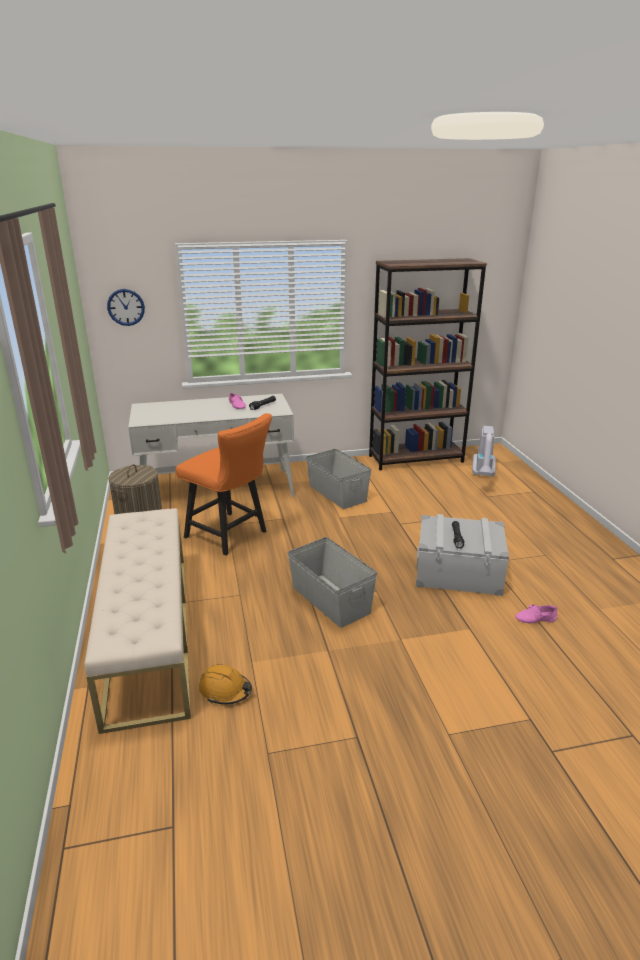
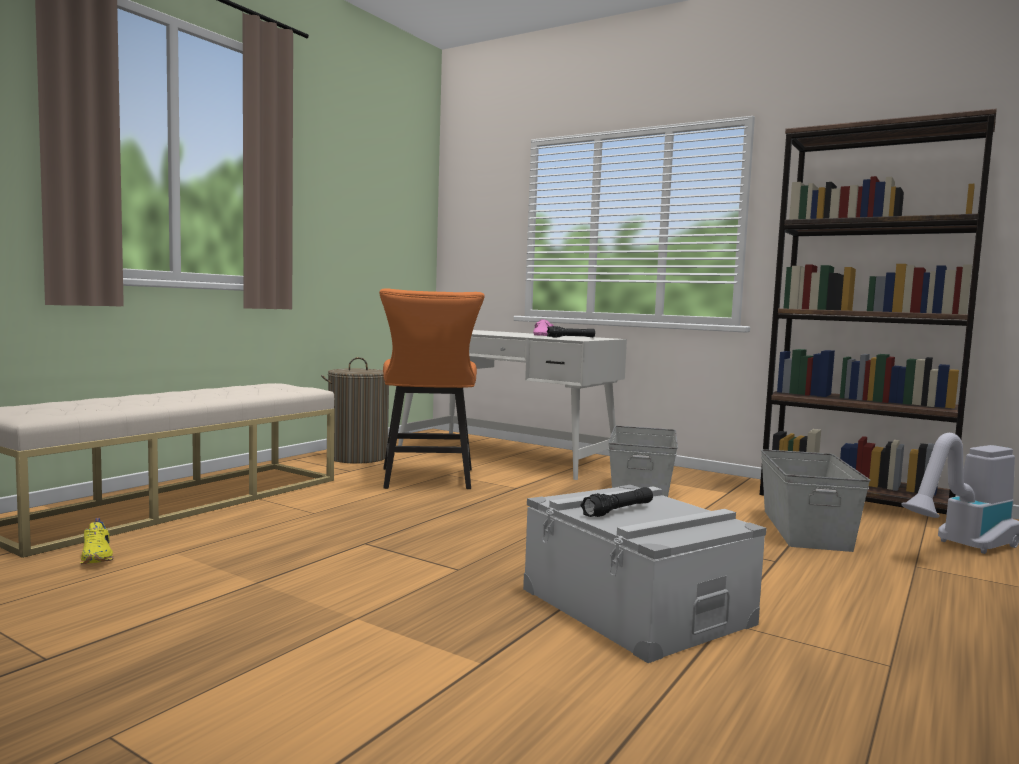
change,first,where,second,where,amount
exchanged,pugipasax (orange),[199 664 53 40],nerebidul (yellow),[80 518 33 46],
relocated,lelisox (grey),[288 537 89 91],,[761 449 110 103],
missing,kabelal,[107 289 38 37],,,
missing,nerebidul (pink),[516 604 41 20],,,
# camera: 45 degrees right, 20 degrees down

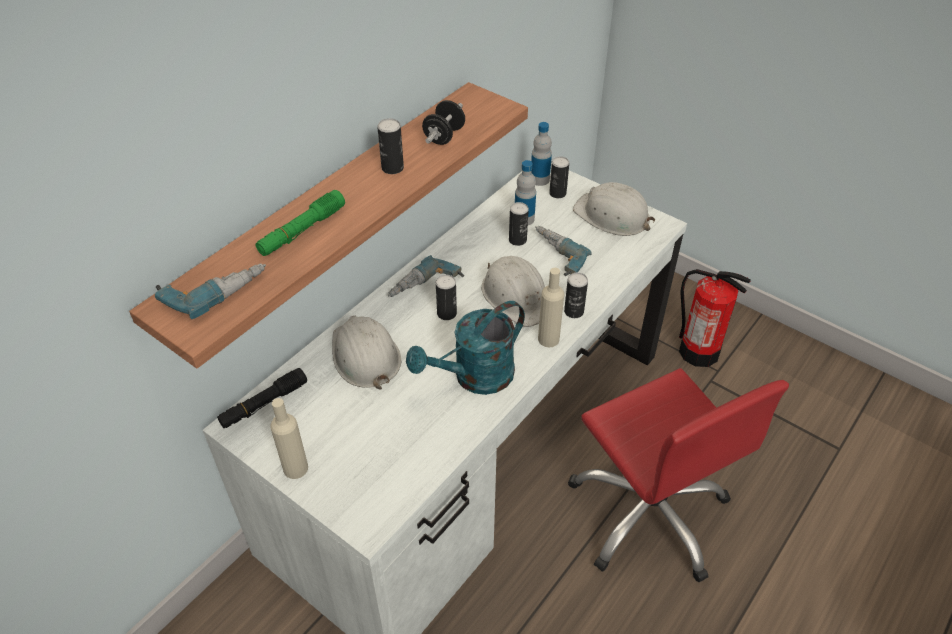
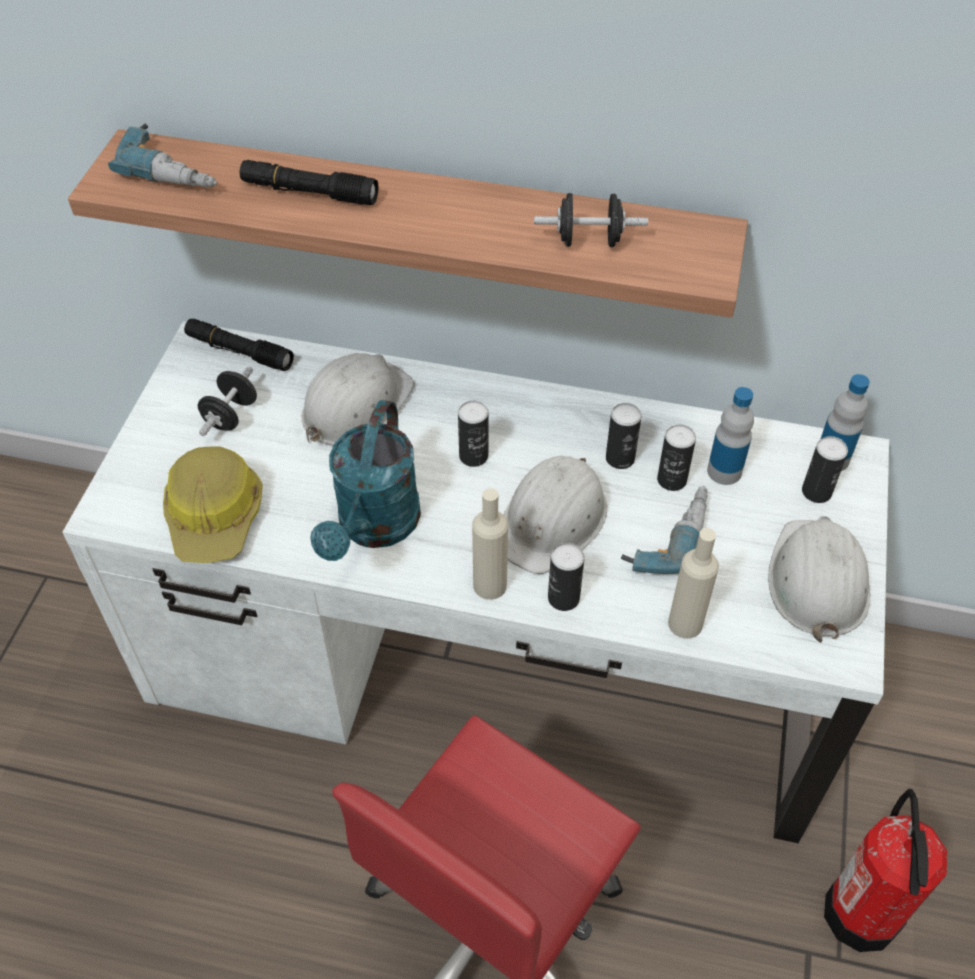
change,first,where,second,where,amount
appeared,,,pugipasax,[163 447 100 116],
appeared,,,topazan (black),[198 367 59 69],
colour,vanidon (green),[256 190 89 66],vanidon (black),[240 160 138 45],
spun,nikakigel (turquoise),[406 301 119 94],,[310 400 111 161],105 degrees counterclockwise
relocated,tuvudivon,[377 118 27 56],,[606 403 36 66],
relocated,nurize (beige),[270 398 38 81],,[668 528 51 111],
missing,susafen,[388 255 76 42],,,
# camera: 65 degrees right, 5 degrees up

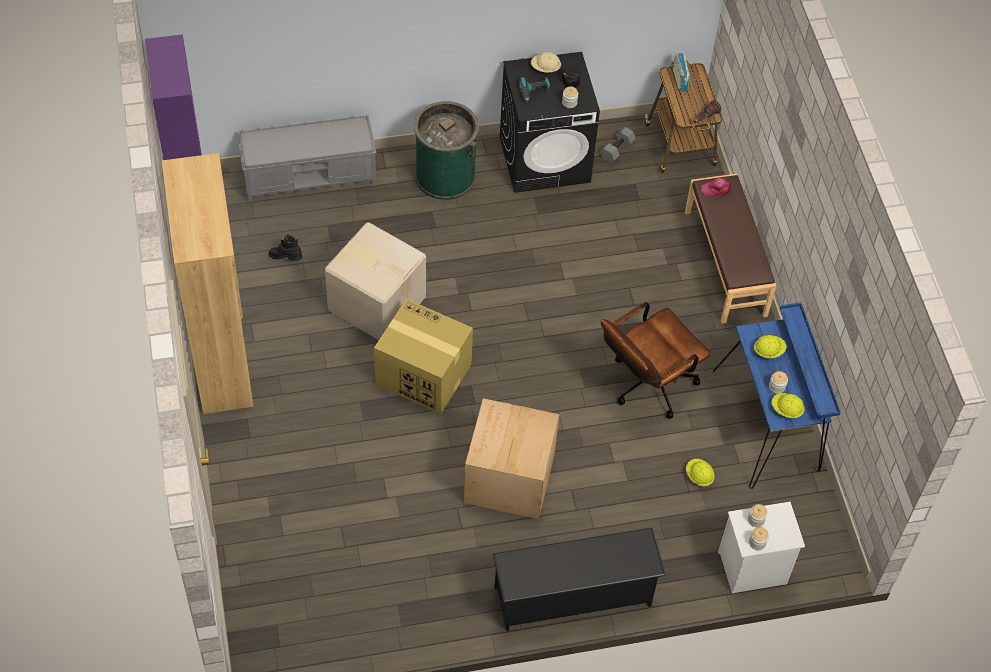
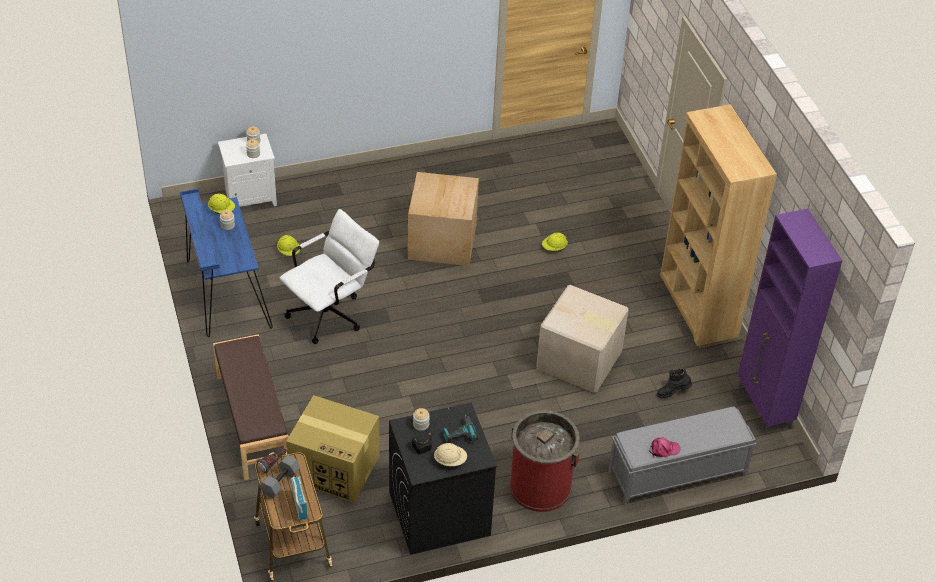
change,first,where,second,where,amount
relocated,topazan (grey),[600 127 36 37],,[259 455 41 44],
colour,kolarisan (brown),[601 302 110 117],kolarisan (white),[280 209 99 135],
relocated,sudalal,[374 299 99 115],,[286 395 94 108],
colour,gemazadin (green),[414 101 65 99],gemazadin (red),[509 410 71 102],
relocated,pugipasax (yellow),[754 335 32 24],,[542 233 26 19],
relocated,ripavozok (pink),[701 178 31 19],,[649 437 32 20],
spun,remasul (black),[268 234 34 27],,[657 369 35 29],150 degrees clockwise
missing,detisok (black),[493 528 172 103],,,
# camera: 175 degrees right, 10 degrees down

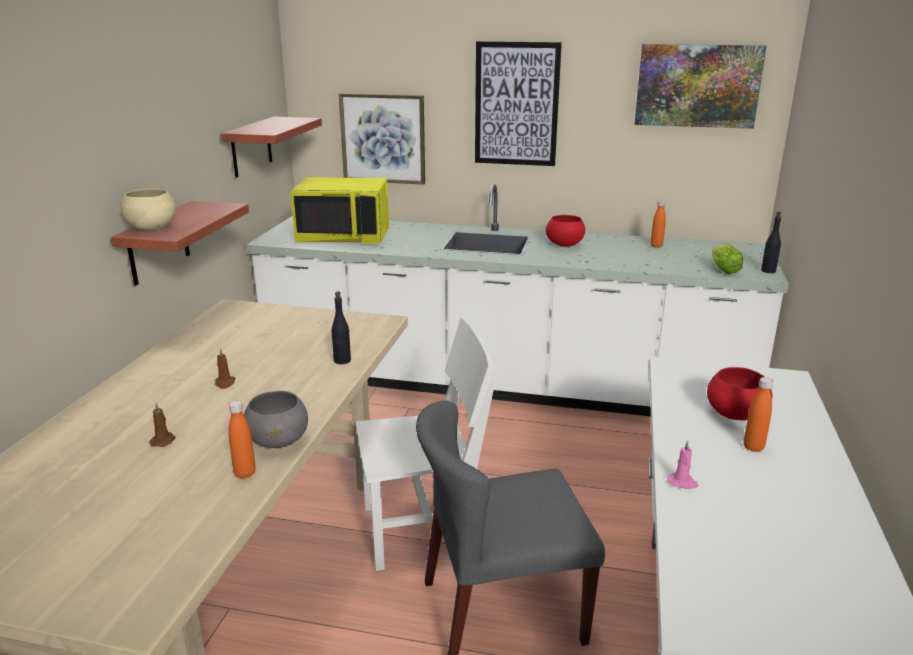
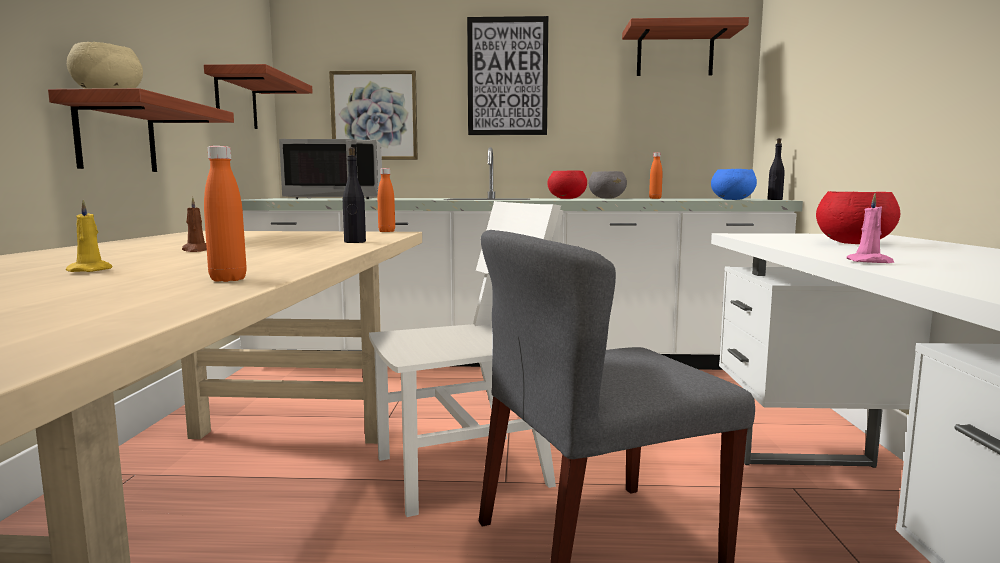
change,first,where,second,where,amount
colour,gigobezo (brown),[149 403 27 44],gigobezo (yellow),[66 200 47 72],
colour,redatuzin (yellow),[290 177 99 67],redatuzin (grey),[279 139 103 60],
relocated,nurize (orange),[744 377 29 75],,[378 168 17 64],
relocated,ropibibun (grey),[244 391 64 57],,[589 171 38 28],
exchanged,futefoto,[635 44 132 85],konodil,[622 17 127 59],
exchanged,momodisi,[712 244 31 30],ropibibun (blue),[711 169 46 31],
# camera: 10 degrees left, 15 degrees down

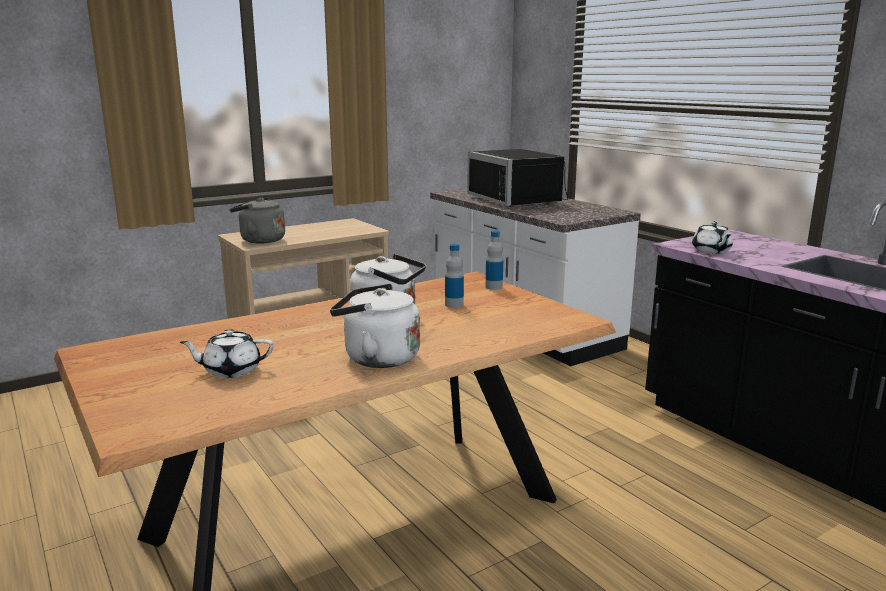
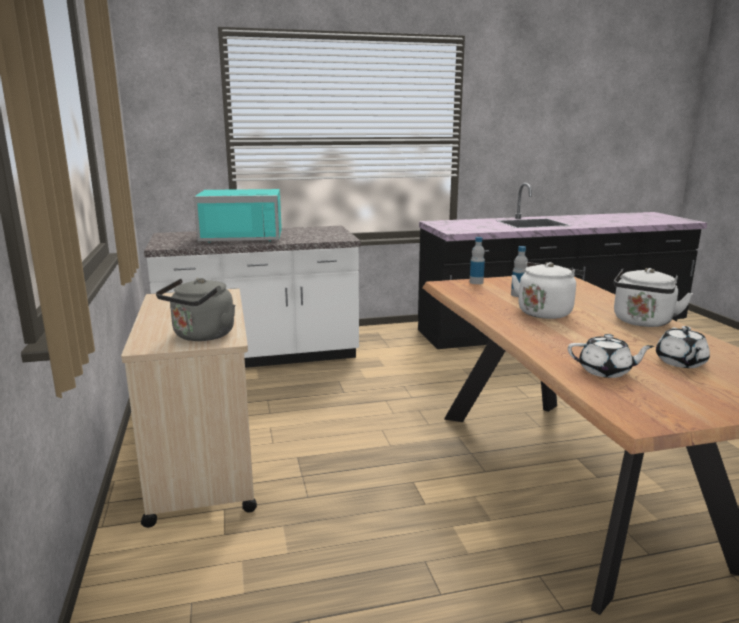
change,first,where,second,where,amount
colour,redatuzin (black),[467 149 101 58],redatuzin (turquoise),[194 189 88 54],
relocated,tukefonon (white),[692 221 41 33],,[568 334 86 44],
# camera: 70 degrees left, 0 degrees up

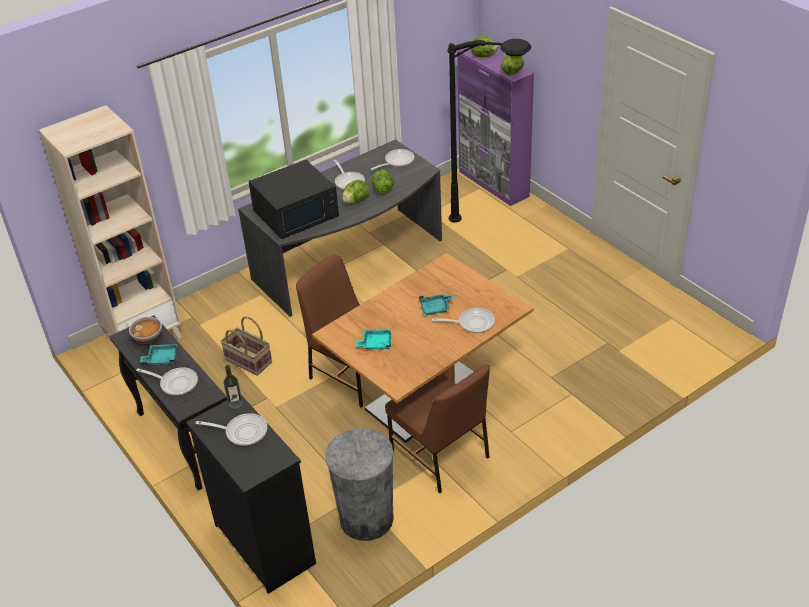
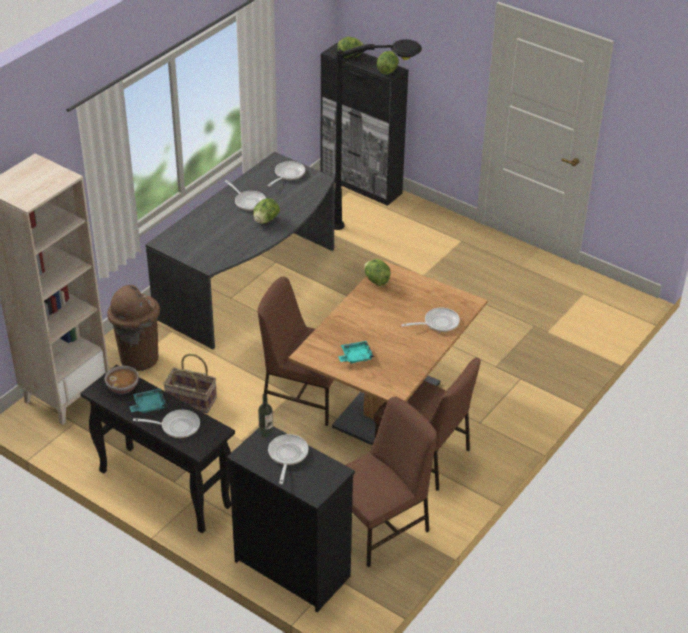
change,first,where,second,where,amount
appeared,,,gemazadin (brown),[107 285 53 86],
spun,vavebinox,[195 413 72 33],,[268 434 40 50],75 degrees counterclockwise
colour,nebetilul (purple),[457 47 77 159],nebetilul (black),[320 43 88 163],
exchanged,gemazadin (grey),[325 428 69 113],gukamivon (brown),[346 397 91 170],
relocated,momodisi,[372 170 22 24],,[364 259 27 27],
missing,redatuzin (black),[249 160 90 79],,,
missing,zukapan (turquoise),[419 294 35 21],,,
# camera: 20 degrees left, 0 degrees up

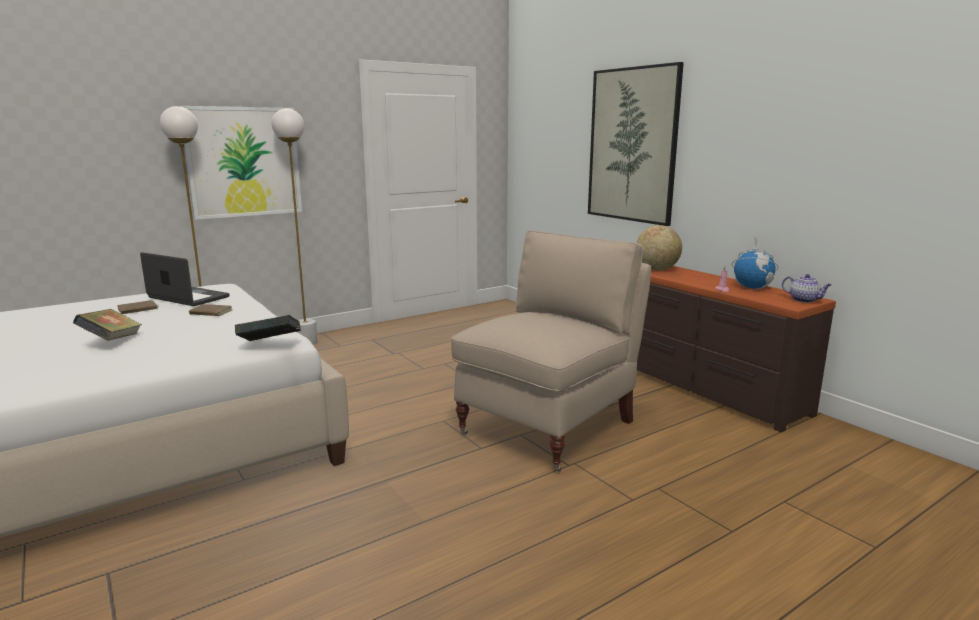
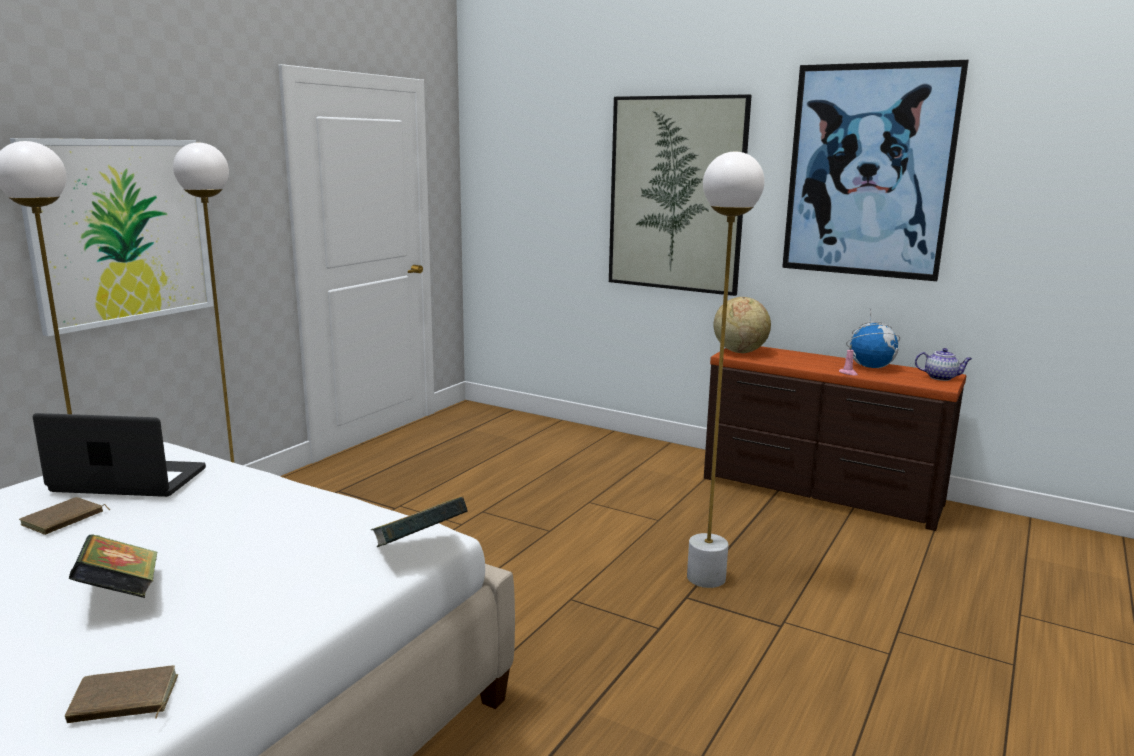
change,first,where,second,where,amount
relocated,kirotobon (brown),[189 304 43 12],,[65 665 113 58],
exchanged,gukamivon (beige),[451 230 200 242],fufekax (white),[687 151 78 437],
appeared,,,futefoto,[782 60 187 221],
# camera: 25 degrees left, 0 degrees up

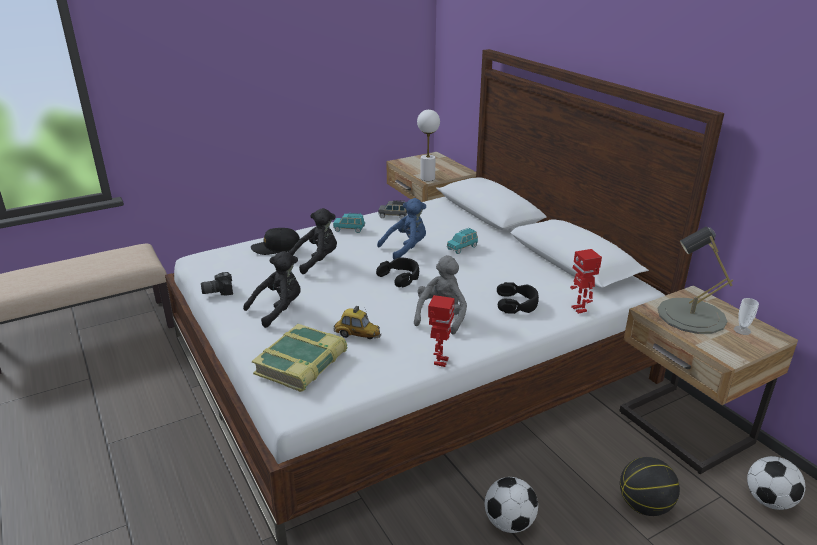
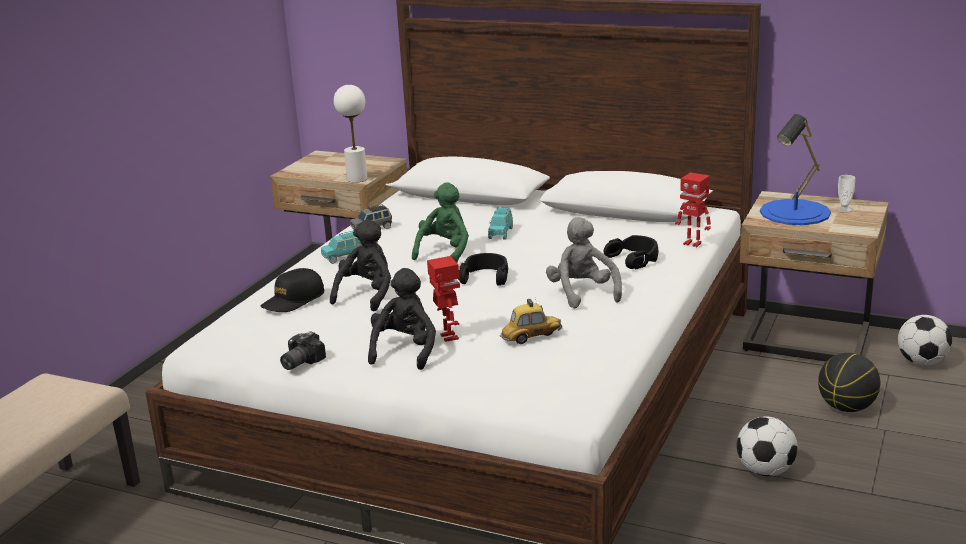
change,first,where,second,where,amount
colour,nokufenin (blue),[377 198 49 62],nokufenin (green),[412 182 57 80],
relocated,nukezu,[428 295 27 72],,[427 256 33 86],
colour,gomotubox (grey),[658 227 75 107],gomotubox (blue),[760 114 71 111],
missing,kirotobon,[252 324 96 68],,,
# camera: 35 degrees left, 5 degrees down

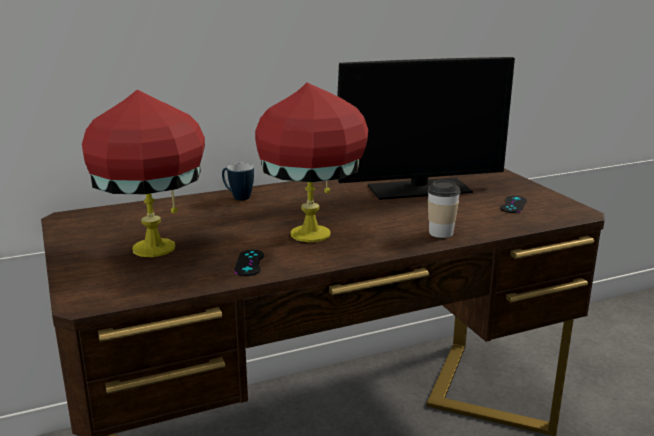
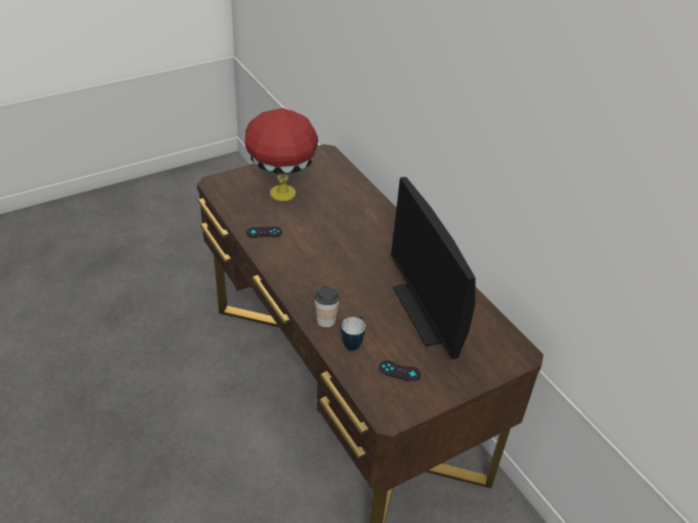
change,first,where,second,where,amount
relocated,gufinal,[222 163 32 38],,[341 316 25 35],
missing,gomotubox (red),[255 83 113 159],,,
# camera: 80 degrees right, 20 degrees up

